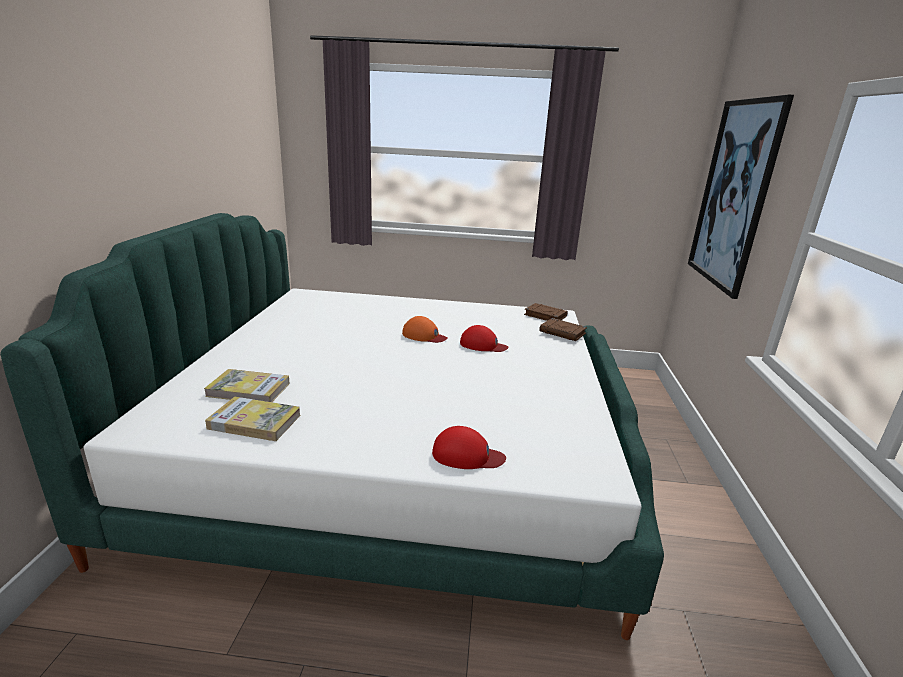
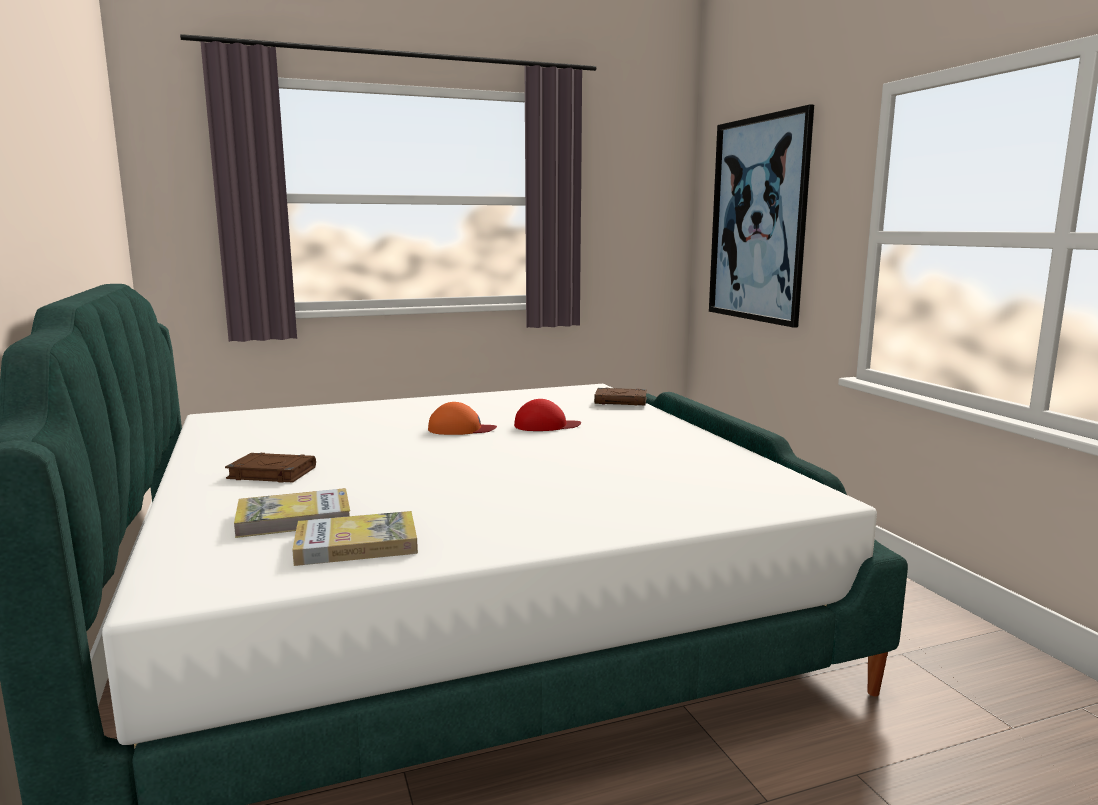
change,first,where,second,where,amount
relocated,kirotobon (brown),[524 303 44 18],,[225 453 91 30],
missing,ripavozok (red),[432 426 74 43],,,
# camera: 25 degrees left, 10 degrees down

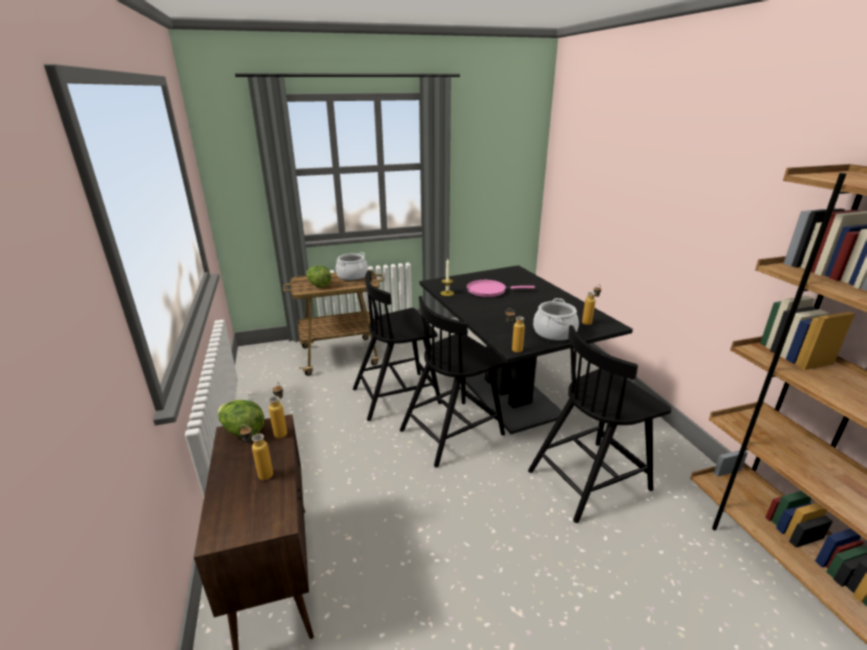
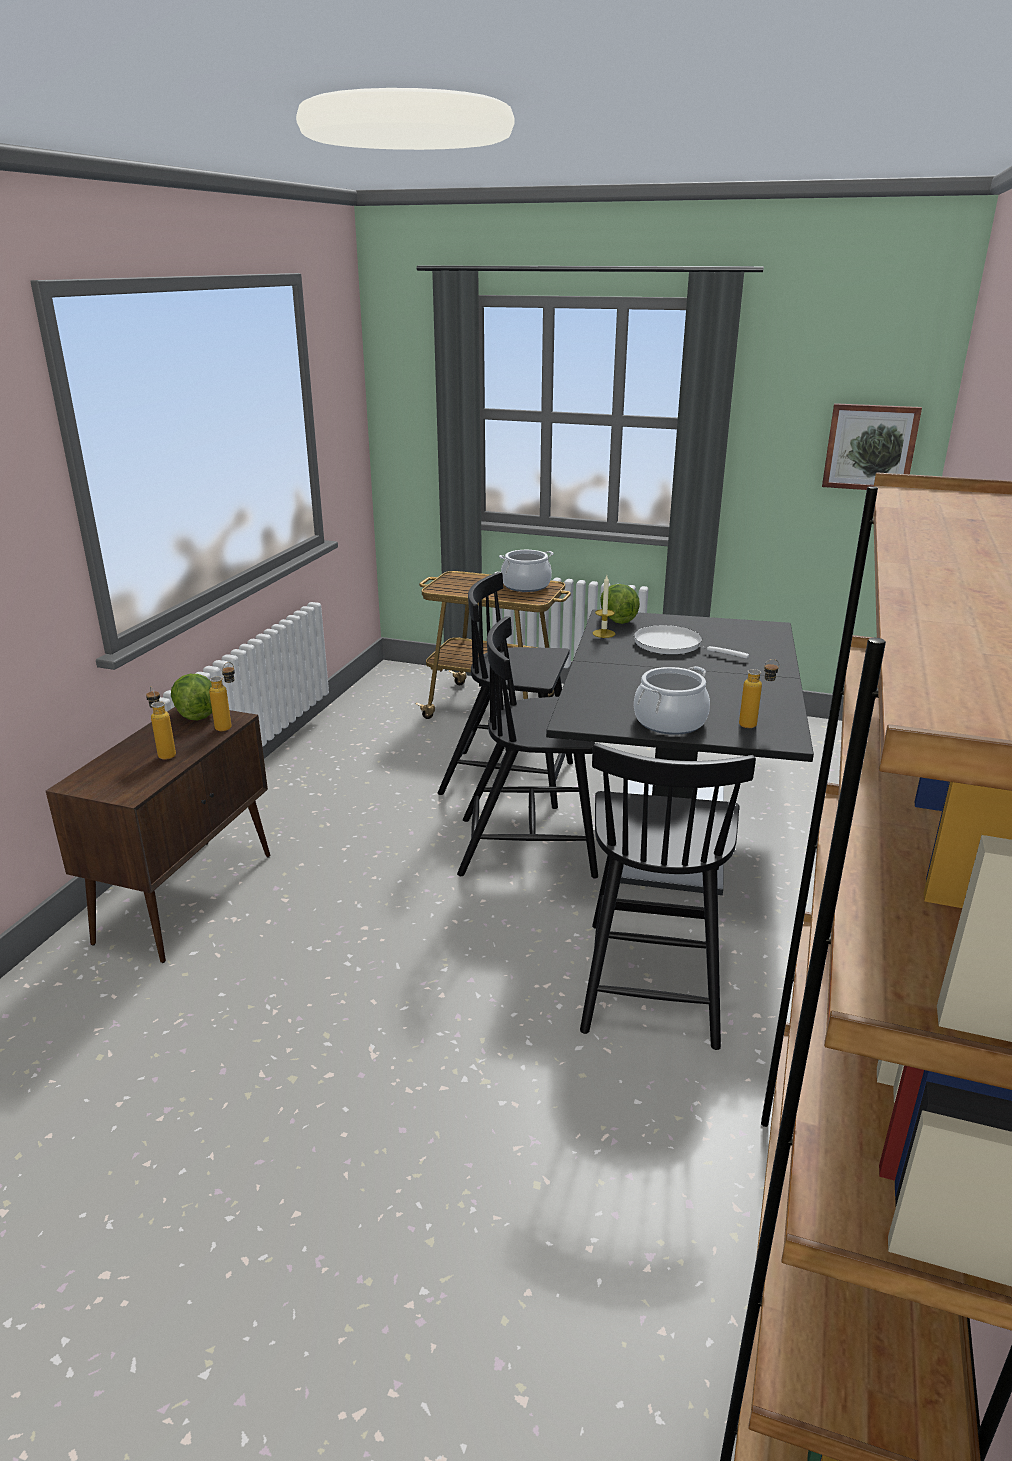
change,first,where,second,where,amount
spun,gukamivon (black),[528 325 144 198],,[580 743 176 307],90 degrees counterclockwise
relocated,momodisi,[306 266 25 22],,[600 584 40 40],
colour,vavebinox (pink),[467 280 68 17],vavebinox (white),[634 625 115 34],
appeared,,,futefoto,[822 403 100 87],
missing,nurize,[506 309 19 44],,,
# camera: 35 degrees right, 0 degrees up

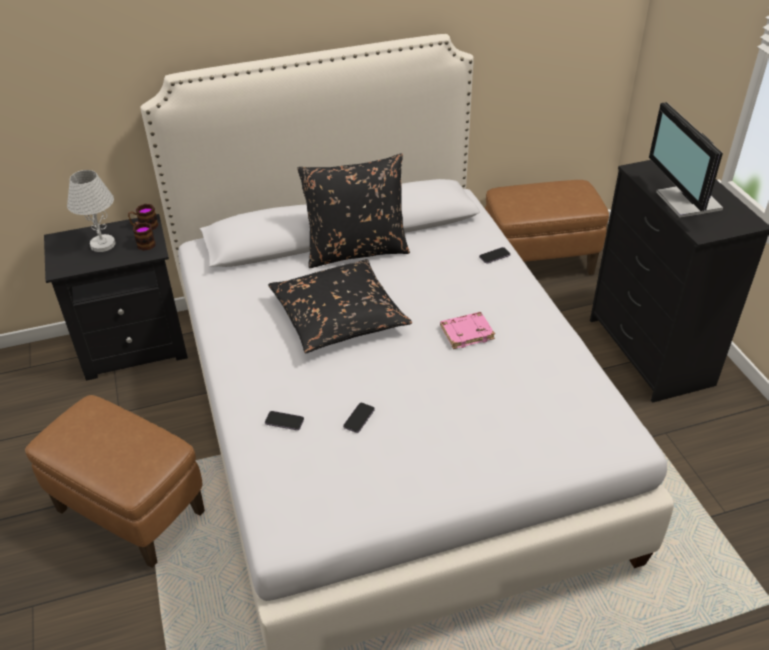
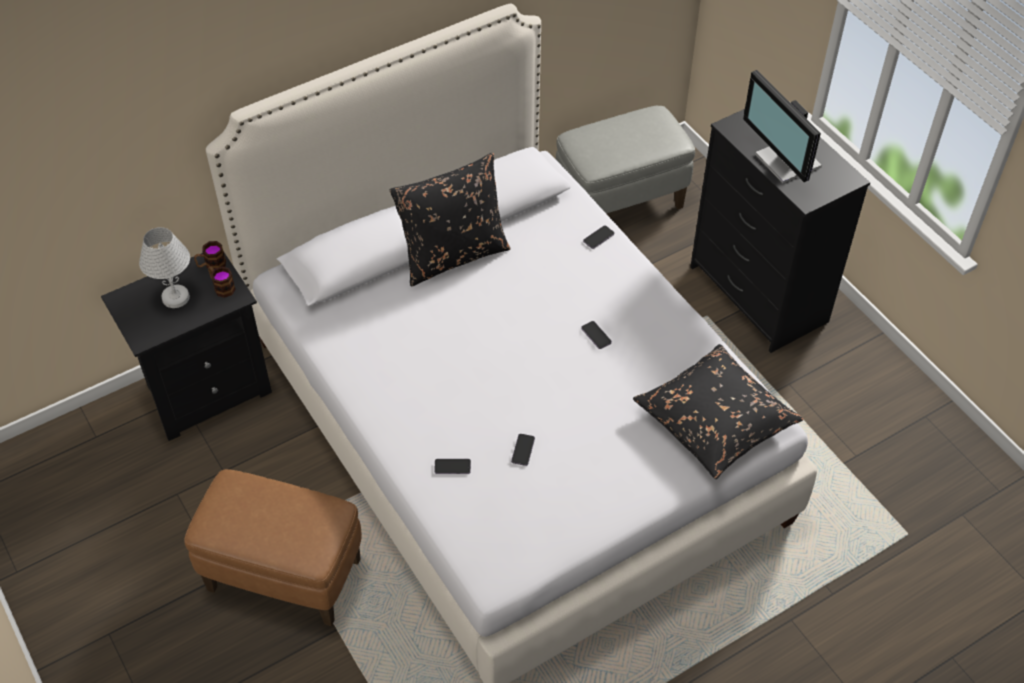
change,first,where,second,where,amount
colour,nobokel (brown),[485 180 124 95],nobokel (grey),[556 106 139 107],
exchanged,kirotobon (pink),[440 312 55 37],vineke,[581 321 31 28],
relocated,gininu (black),[268 259 144 94],,[633 344 170 135],
# camera: 15 degrees left, 10 degrees up

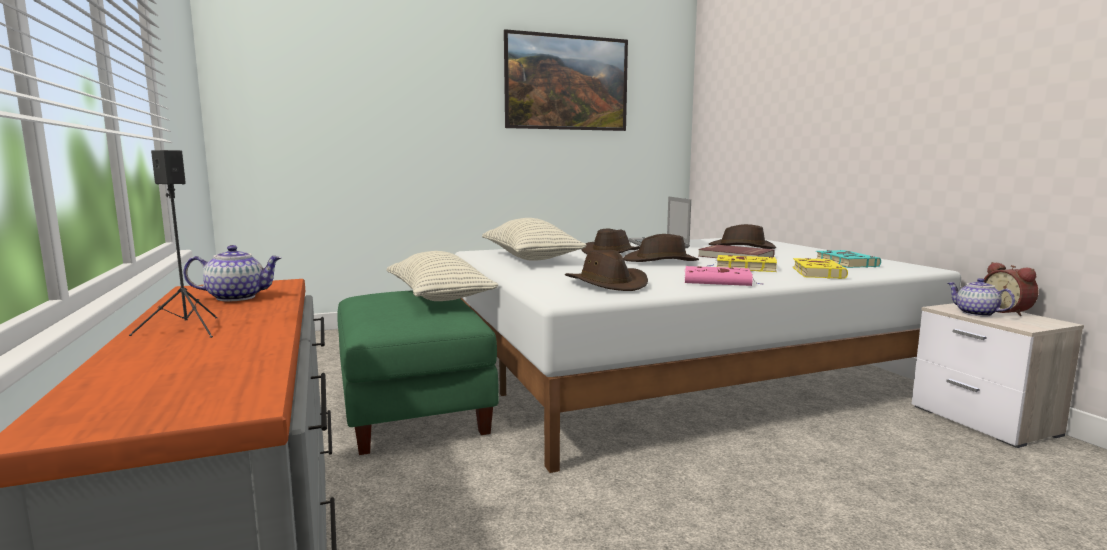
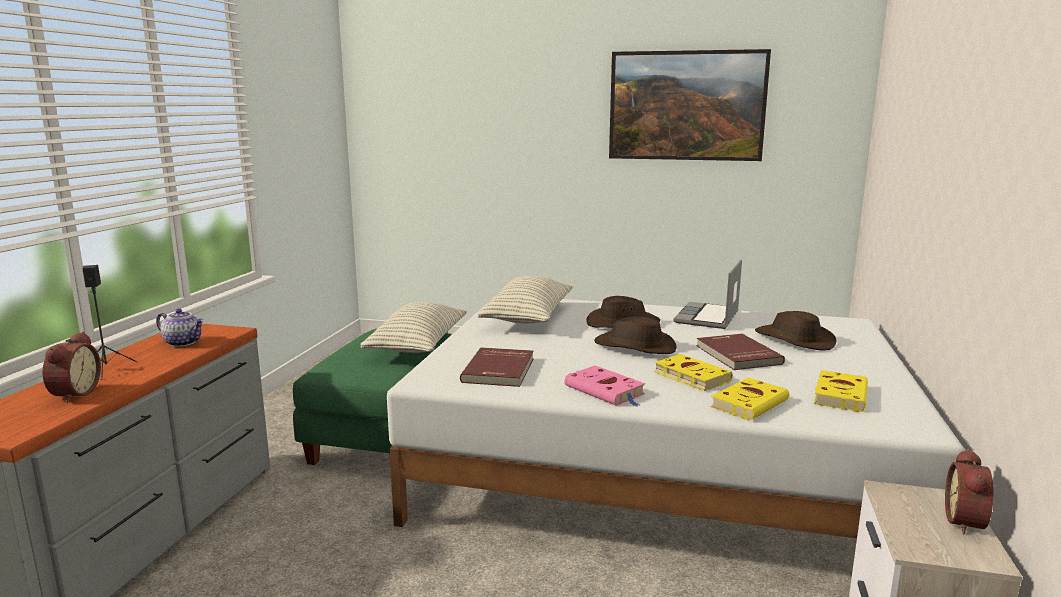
change,first,where,second,where,amount
appeared,,,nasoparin,[42 332 59 71],
exchanged,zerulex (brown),[565 250 83 41],kirotobon (red),[460 348 74 39],
colour,kirotobon (turquoise),[816 250 65 18],kirotobon (yellow),[814 370 54 42],
missing,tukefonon,[948 278 67 39],,,
# camera: 35 degrees right, 5 degrees up

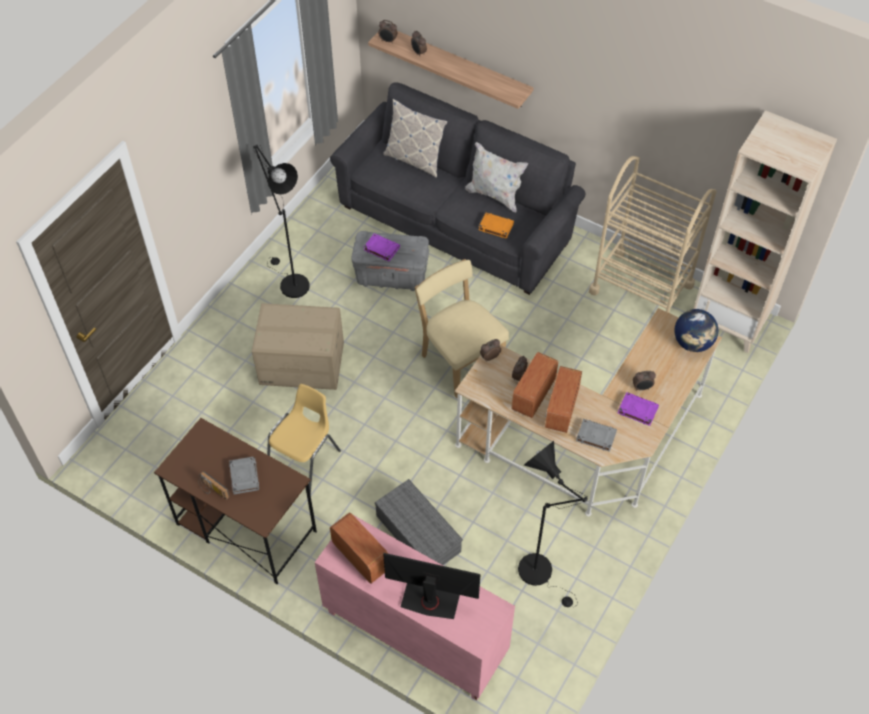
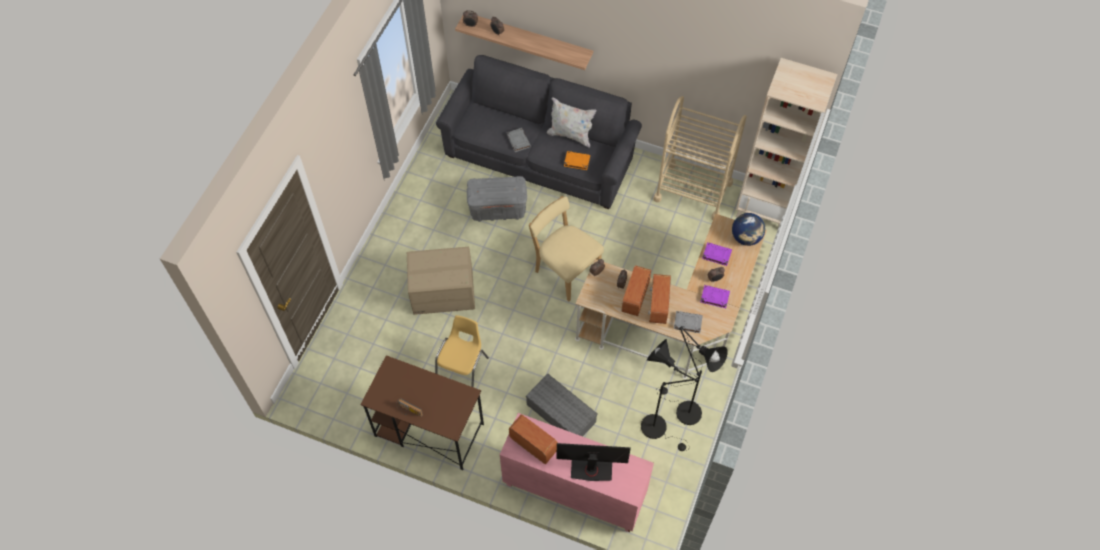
change,first,where,second,where,amount
relocated,kirotobon (grey),[229 457 30 37],,[507 128 24 24],
relocated,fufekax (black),[254 145 56 153],,[657 326 71 99],
relocated,kirotobon (purple),[364 233 36 28],,[702 242 30 24],
missing,gininu,[383 99 65 79],,,
# camera: 10 degrees left, 5 degrees up

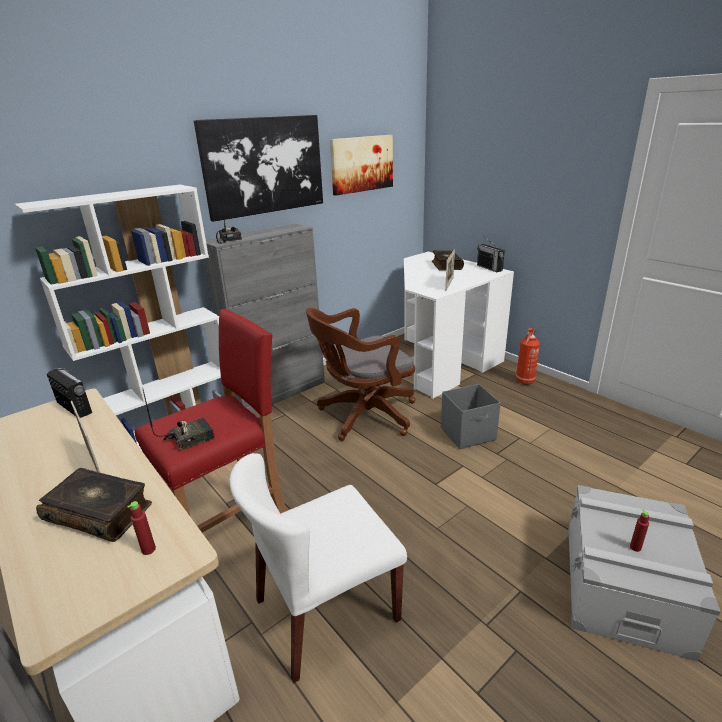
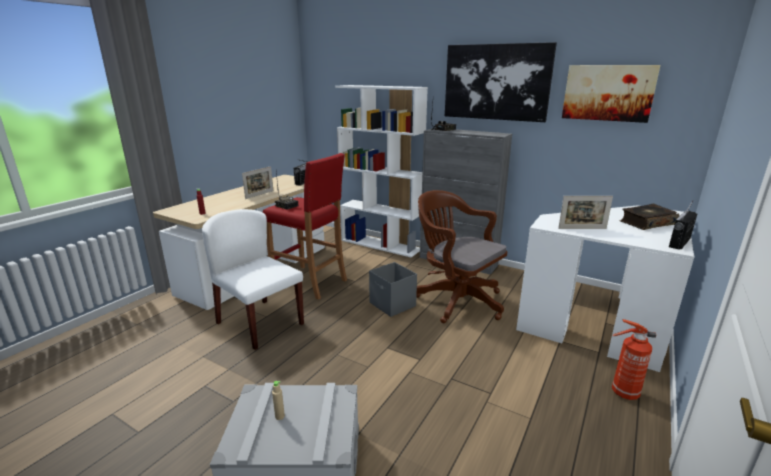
change,first,where,second,where,amount
colour,nurize (red),[630 509 19 43],nurize (beige),[272 381 13 39],
relocated,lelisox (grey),[441 384 60 65],,[369 262 48 55],
missing,kirotobon,[36 468 116 74],,,
# camera: 70 degrees right, 5 degrees down

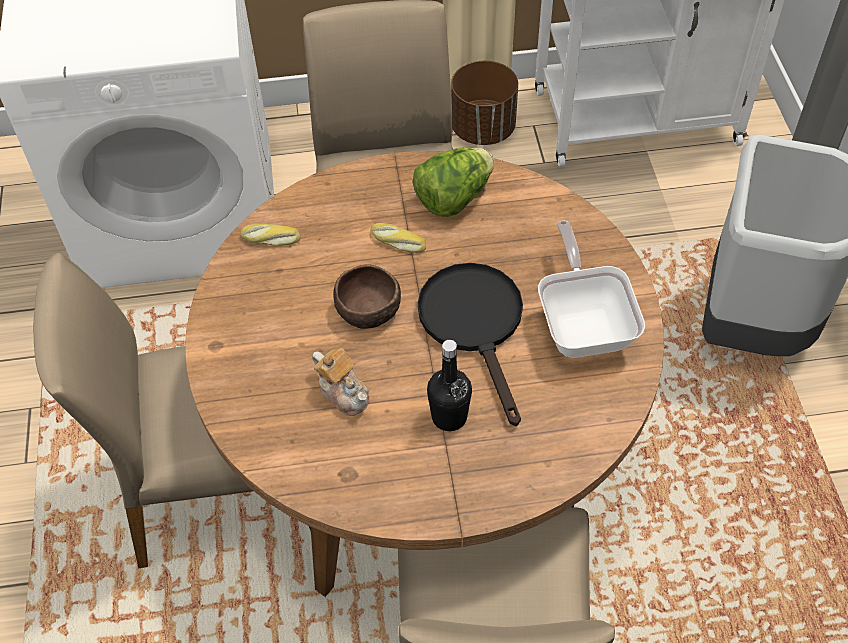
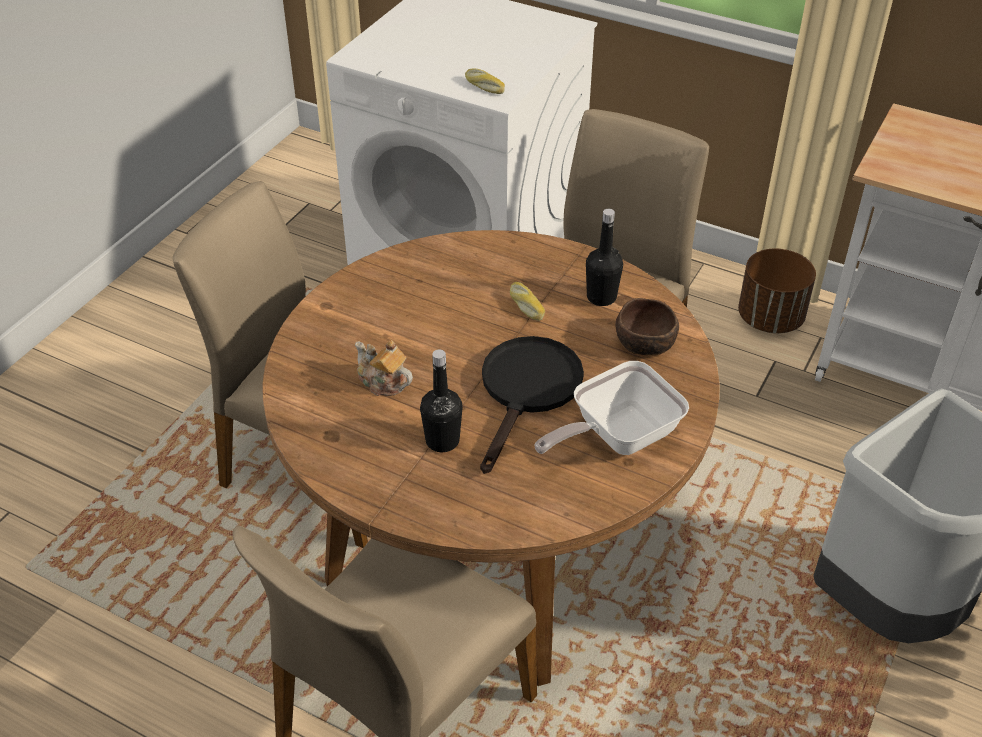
change,first,where,second,where,amount
spun,tukefonon,[312 348 57 68],,[355 340 58 56],135 degrees clockwise
relocated,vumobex,[241 224 60 22],,[465 68 40 26],
spun,vavebinox,[538 220 107 138],,[535 361 154 94],150 degrees counterclockwise
exchanged,momodisi,[413 148 81 69],nurize (black),[586 209 37 97],
relocated,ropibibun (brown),[333 264 68 65],,[616 298 63 57],
# camera: 35 degrees right, 10 degrees down

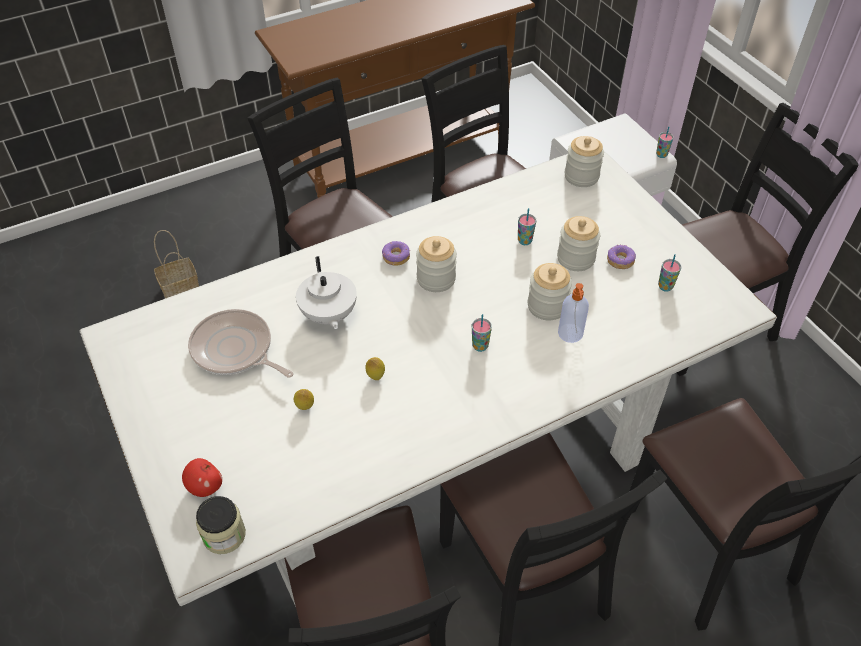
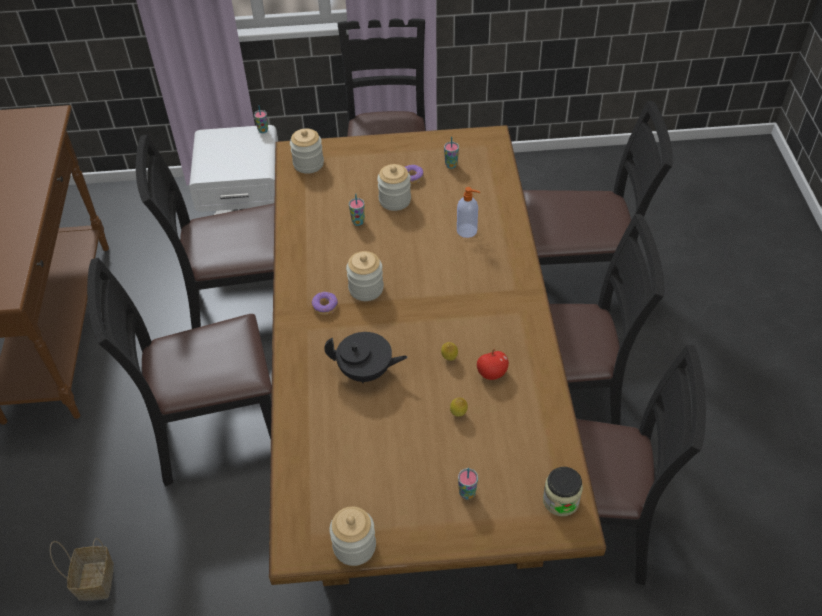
change,first,where,second,where,amount
colour,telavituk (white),[79 151 698 456],telavituk (brown),[269 125 337 461],
colour,tukefonon (white),[296 256 61 73],tukefonon (black),[324 332 84 51],
relocated,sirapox,[528 263 44 57],,[329 507 47 59],
relocated,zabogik,[472 314 20 38],,[458 468 20 32],
relocated,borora,[182 458 40 39],,[477 349 32 31],
missing,vavebinox,[188 309 106 69],,,
# camera: 65 degrees left, 0 degrees up

